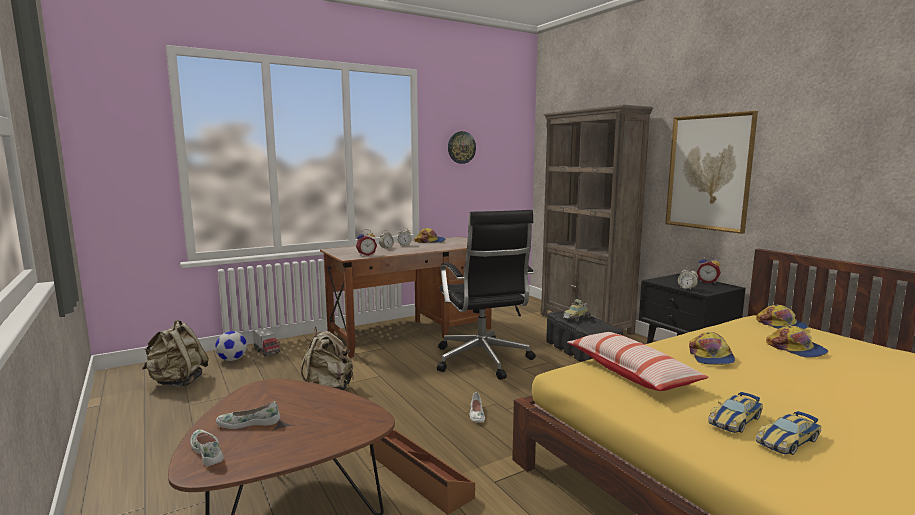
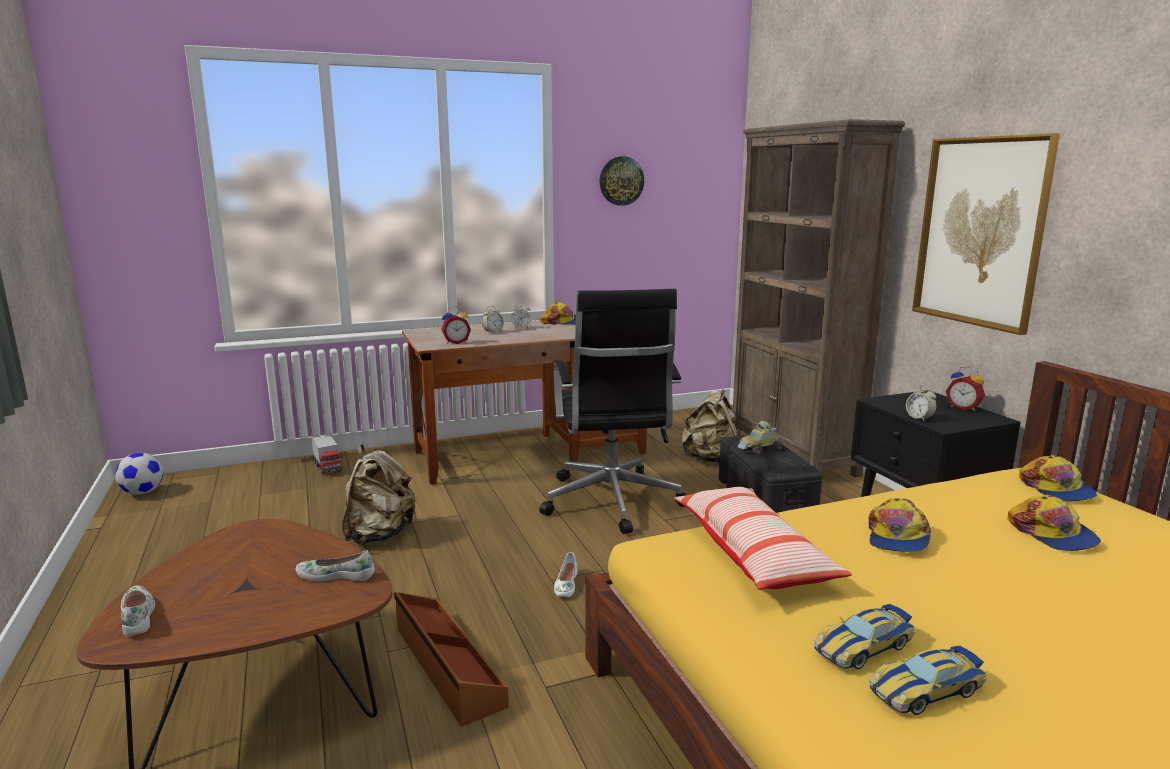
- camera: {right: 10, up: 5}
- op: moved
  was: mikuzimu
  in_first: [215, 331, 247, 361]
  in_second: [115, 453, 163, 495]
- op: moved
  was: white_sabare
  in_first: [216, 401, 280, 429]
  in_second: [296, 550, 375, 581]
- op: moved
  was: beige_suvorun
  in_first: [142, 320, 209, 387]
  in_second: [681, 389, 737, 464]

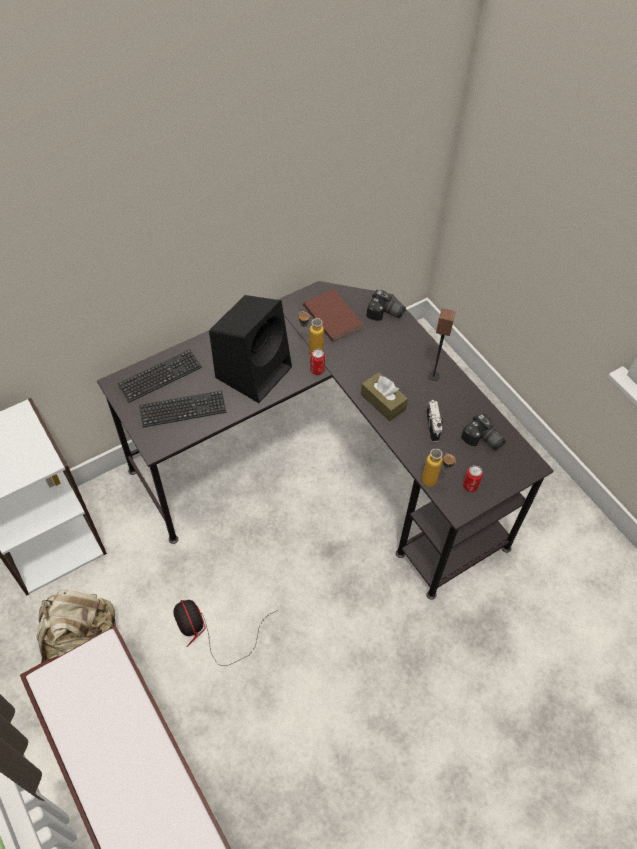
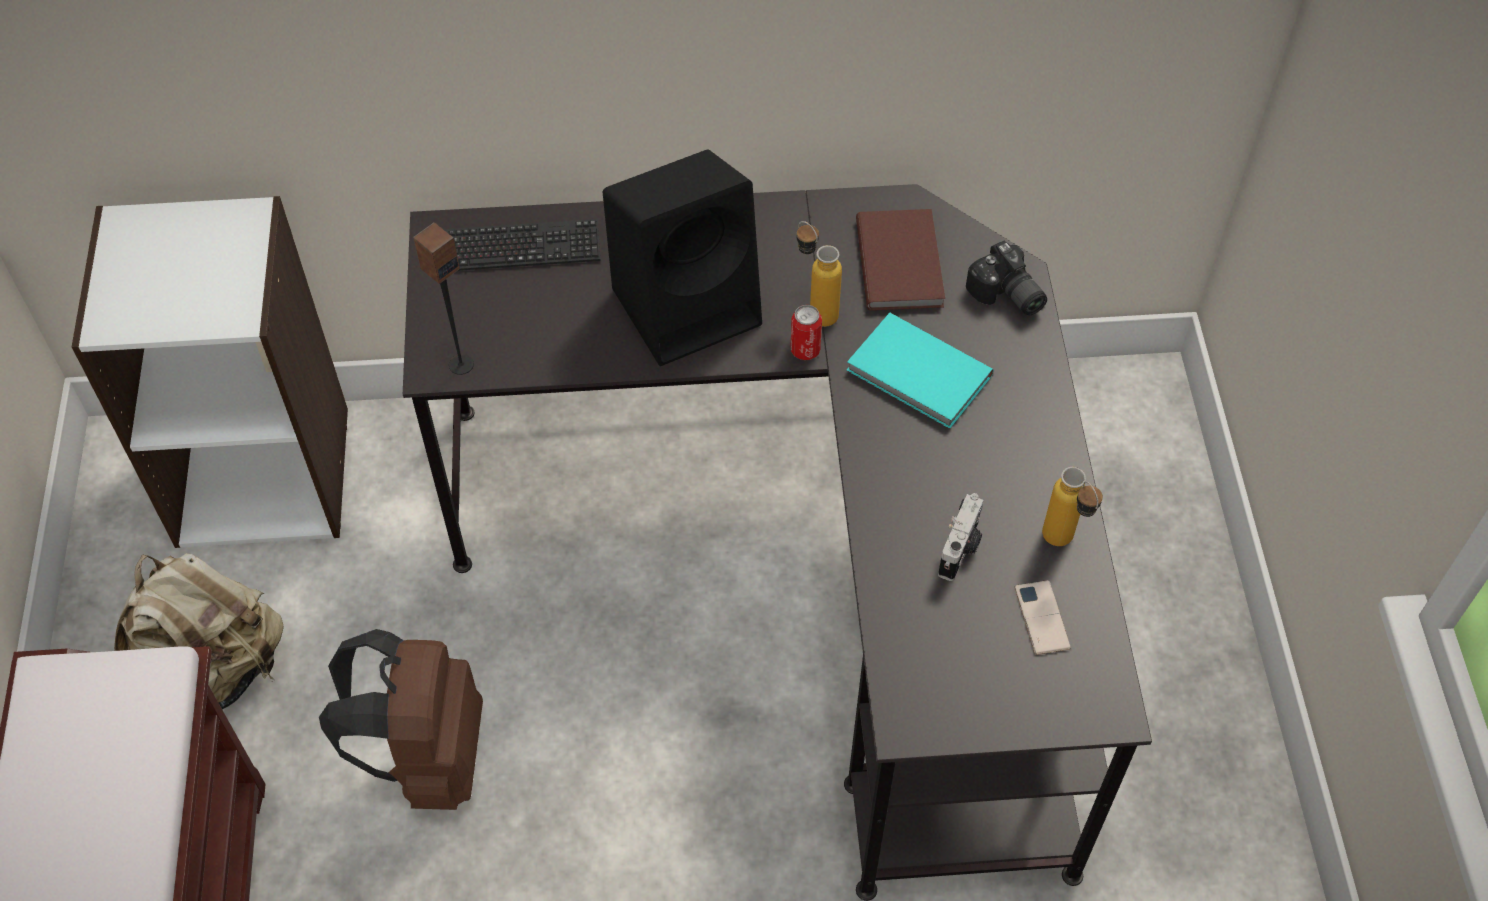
- camera: {right: 30, up: 0}
- op: replaced
  was: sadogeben
  now: brown_suvorun
  in_first: [173, 600, 278, 666]
  in_second: [319, 629, 483, 810]
- op: moved
  was: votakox
  in_first: [428, 308, 455, 381]
  in_second: [413, 223, 474, 375]
- op: added
  now: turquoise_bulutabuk
  in_second: [847, 313, 993, 429]
- op: replaced
  was: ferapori
  now: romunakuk
  in_first: [461, 413, 506, 451]
  in_second: [1015, 580, 1071, 655]
- op: moved
  was: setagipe
  in_first: [422, 448, 456, 487]
  in_second: [1042, 467, 1103, 546]
- op: removed
  was: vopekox
  in_first: [139, 390, 227, 428]
- op: removed
  was: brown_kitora
  in_first: [361, 372, 408, 421]
- op: removed
  was: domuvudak
  in_first: [463, 465, 483, 492]

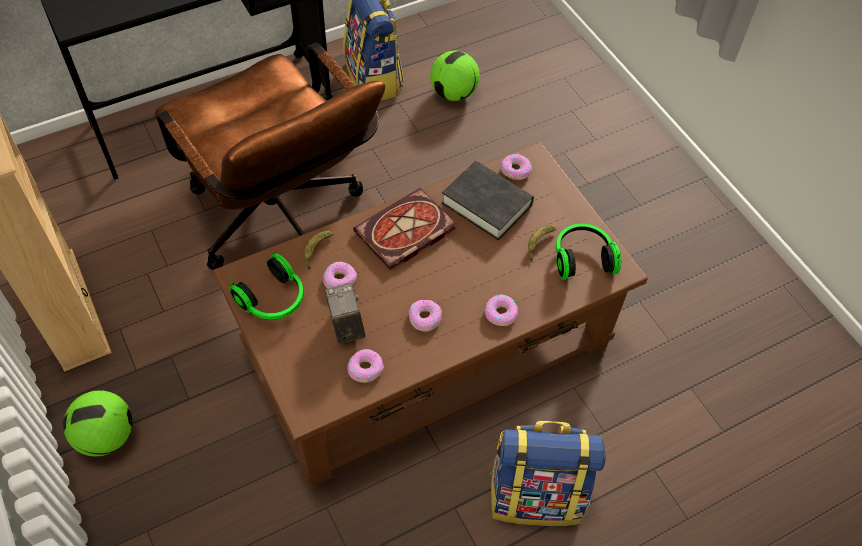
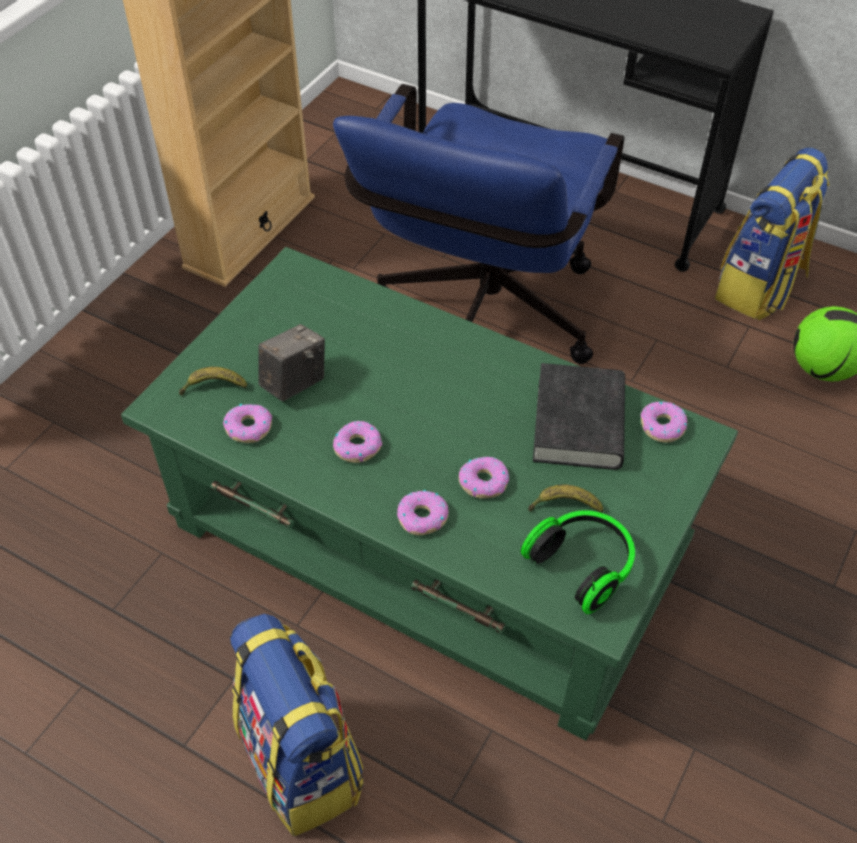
- camera: {right: 60, up: -5}
- op: recoloured
  was: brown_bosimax
  now: green_bosimax
  in_first: [213, 142, 648, 487]
  in_second: [121, 247, 738, 741]
- op: moved
  was: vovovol
  in_first: [304, 231, 333, 270]
  in_second: [179, 367, 247, 395]
- op: recoloured
  was: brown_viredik
  now: blue_viredik
  in_first: [155, 43, 385, 270]
  in_second: [333, 84, 624, 364]
- op: moved
  was: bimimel
  in_first: [323, 262, 357, 289]
  in_second: [459, 457, 509, 498]
- op: removed
  was: mikuzimu
  in_first: [63, 390, 132, 456]
- op: removed
  was: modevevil
  in_first: [229, 253, 303, 320]
- op: removed
  was: bulutabuk
  in_first: [353, 188, 456, 270]

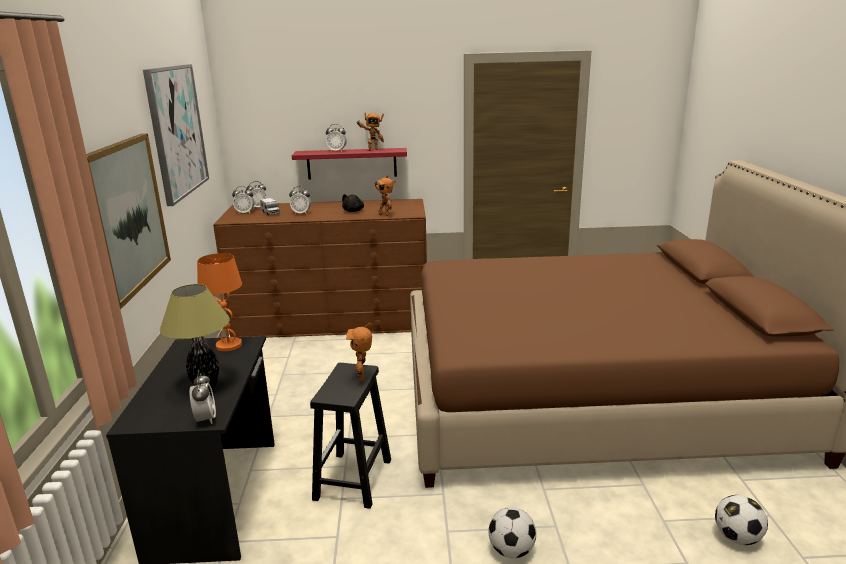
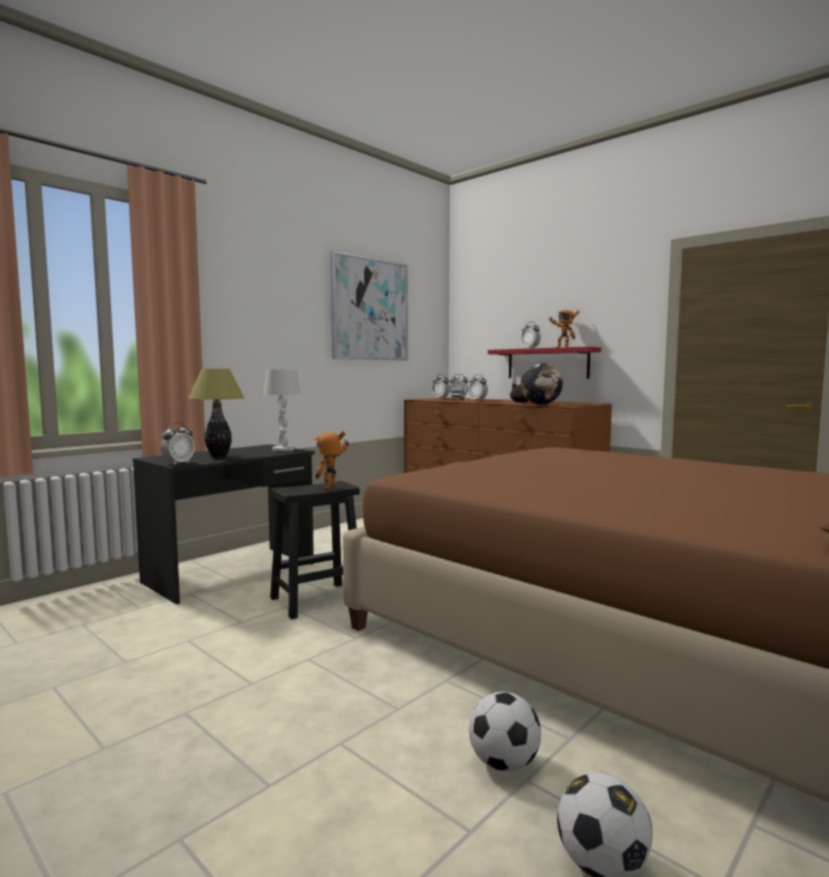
- camera: {right: 45, up: -15}
- op: recoloured
  was: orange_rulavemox
  now: white_rulavemox
  in_first: [197, 253, 242, 351]
  in_second: [264, 369, 301, 451]
- op: moved
  was: mikuzimu
  in_first: [488, 507, 536, 558]
  in_second: [469, 692, 541, 772]
- op: replaced
  was: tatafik
  now: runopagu
  in_first: [374, 175, 396, 216]
  in_second: [520, 363, 563, 405]
- op: removed
  was: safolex
  in_first: [86, 133, 171, 310]

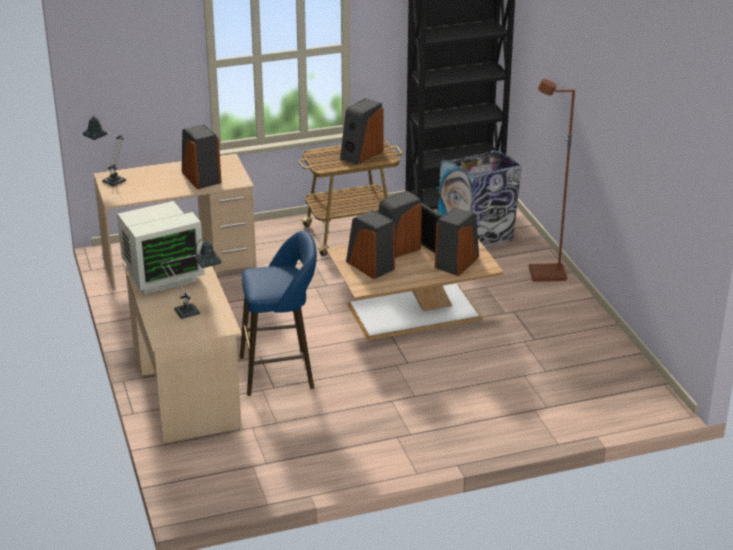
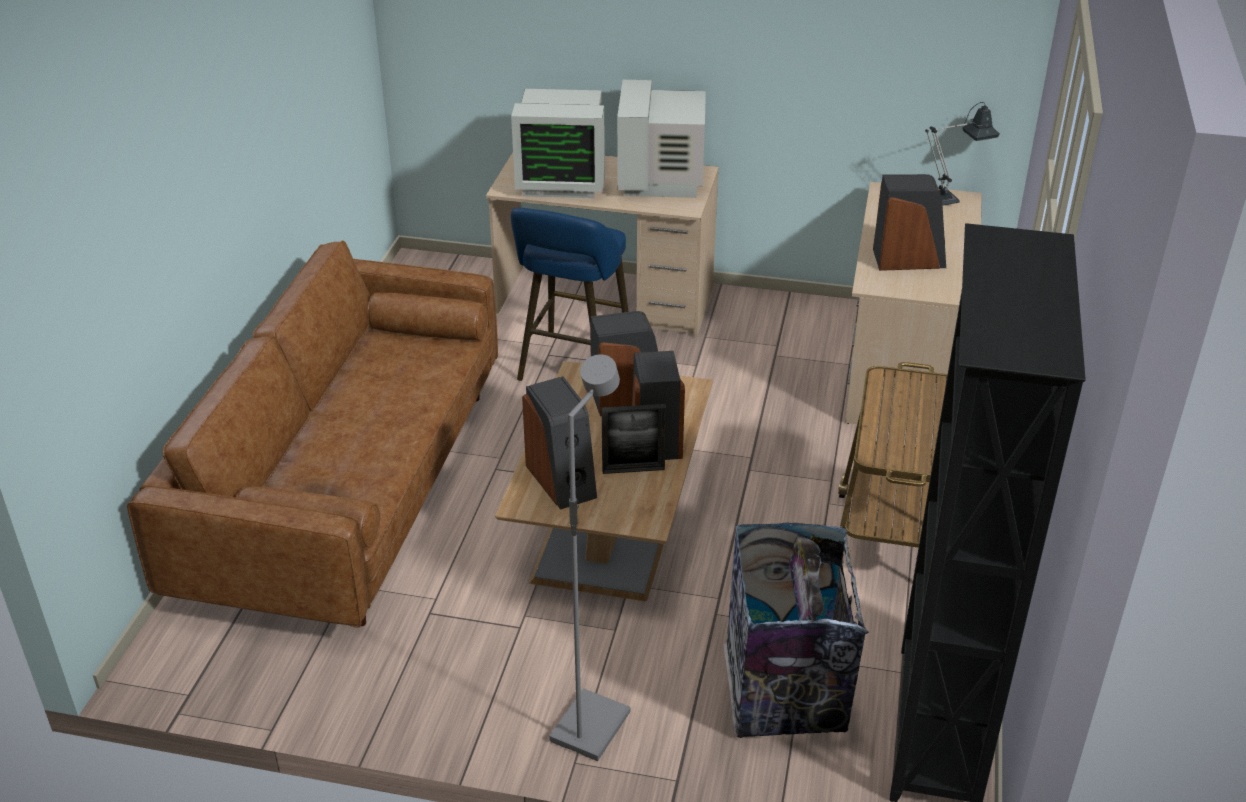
- camera: {right: 120, up: 5}
- op: added
  now: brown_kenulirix
  in_second: [127, 240, 498, 628]
- op: replaced
  was: rulavemox
  now: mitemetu
  in_first: [160, 238, 222, 319]
  in_second: [511, 89, 605, 198]
- op: recoloured
  was: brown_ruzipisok
  now: grey_ruzipisok
  in_first: [529, 79, 575, 282]
  in_second: [549, 354, 630, 761]
- op: removed
  was: votakox
  in_first: [340, 98, 384, 165]

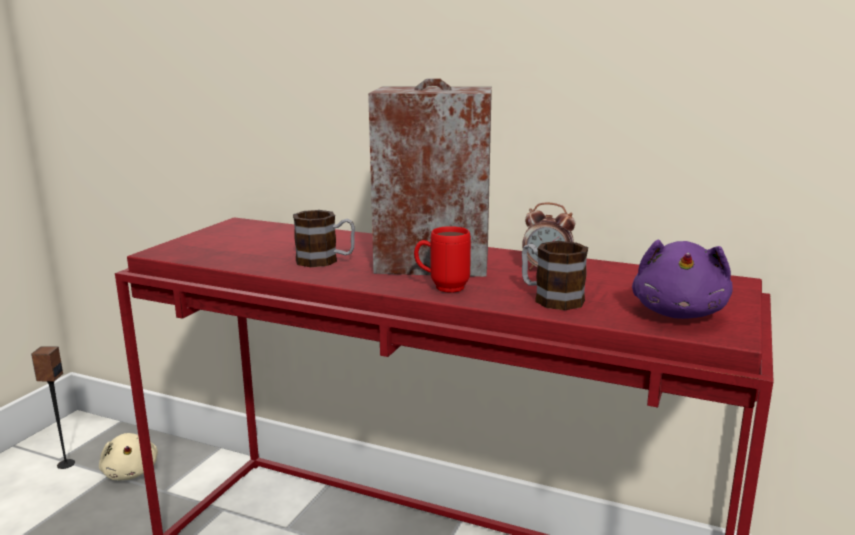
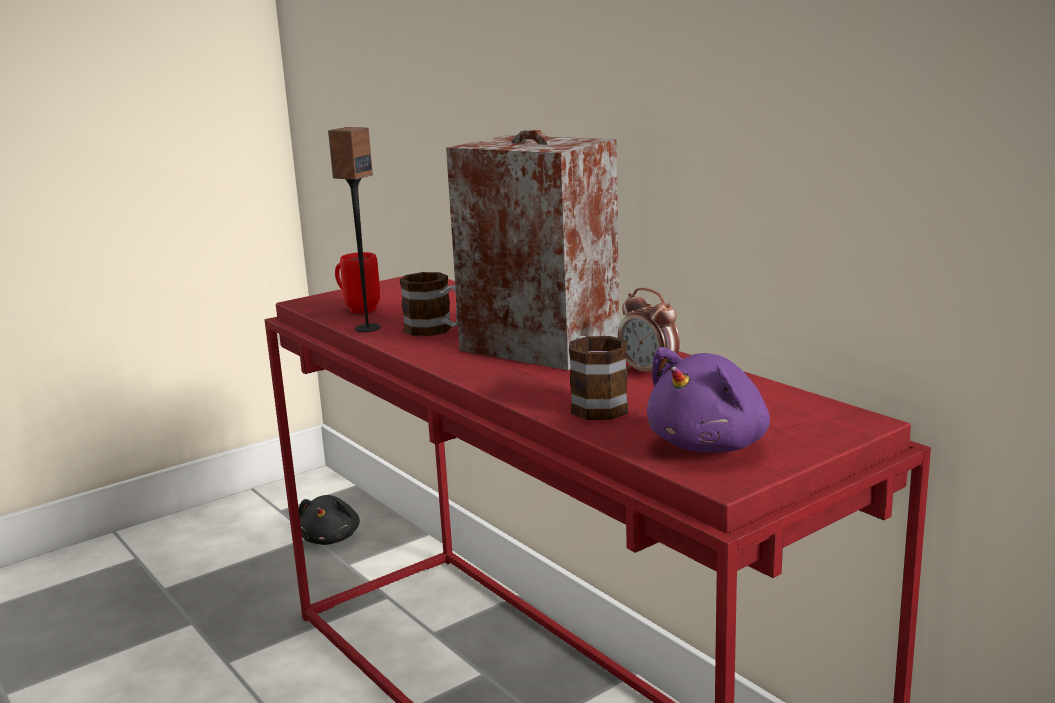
- camera: {right: 30, up: 0}
- op: recoloured
  was: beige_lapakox
  now: black_lapakox
  in_first: [99, 433, 158, 480]
  in_second: [299, 495, 360, 545]
- op: moved
  was: votakox
  in_first: [31, 346, 75, 469]
  in_second: [328, 127, 380, 332]
- op: moved
  was: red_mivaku
  in_first: [414, 226, 471, 293]
  in_second: [335, 252, 381, 313]

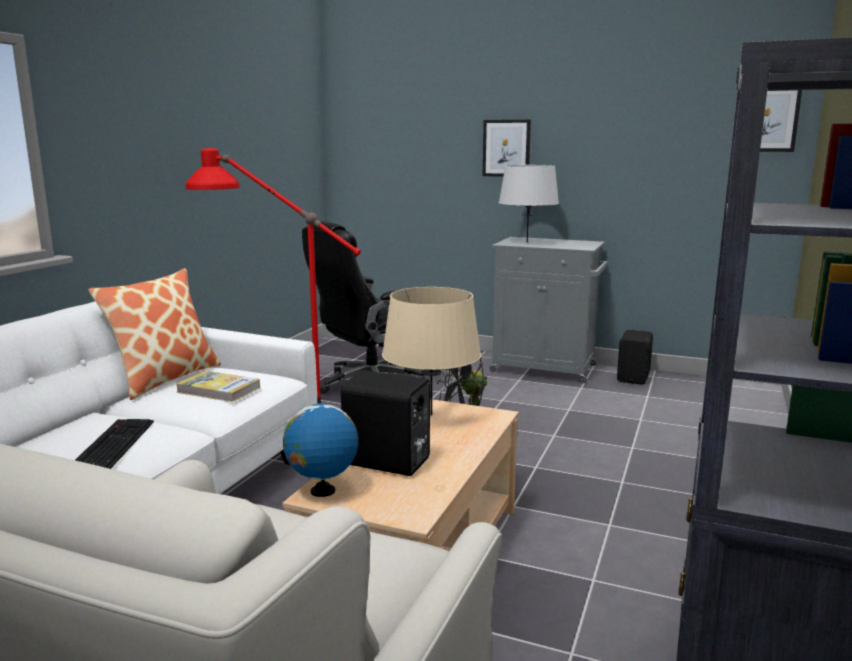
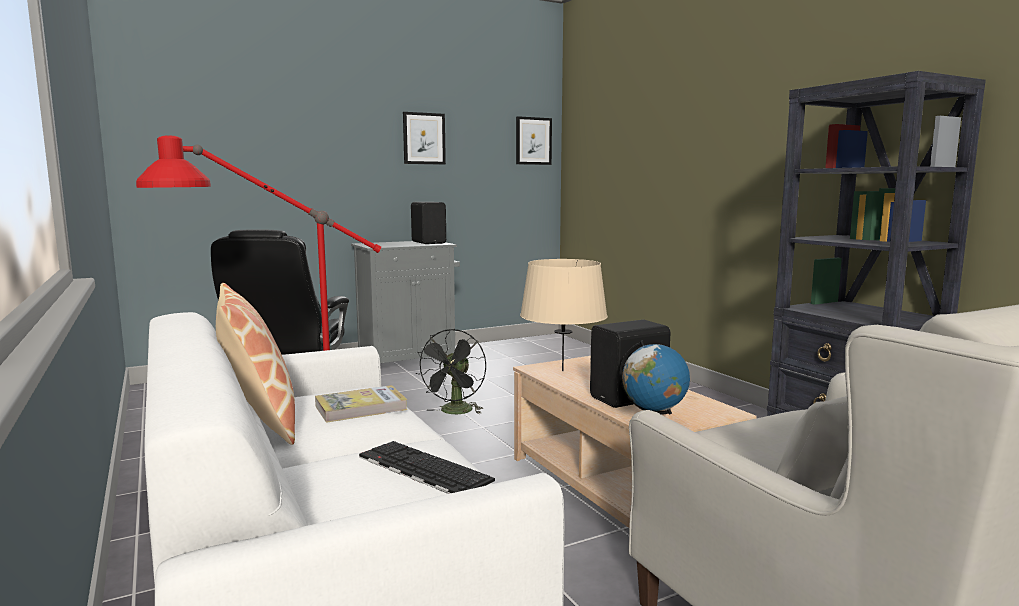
- camera: {right: -50, up: -5}
- op: moved
  was: safolex
  in_first: [483, 120, 531, 177]
  in_second: [403, 112, 446, 165]
- op: moved
  was: black_votakox
  in_first: [617, 330, 653, 384]
  in_second: [411, 202, 446, 244]
- op: removed
  was: grey_rulavemox
  in_first: [499, 165, 559, 243]

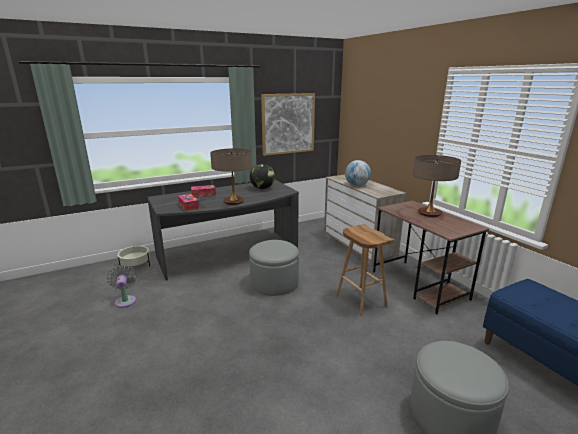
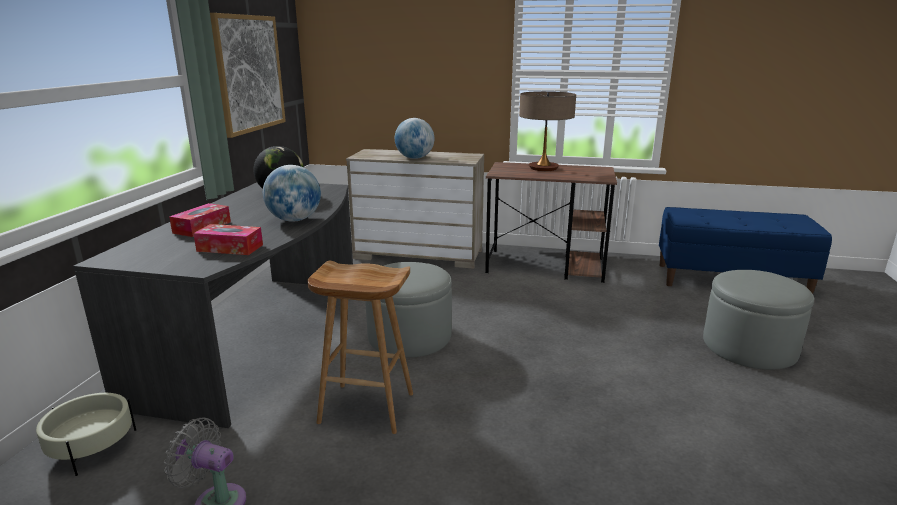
- camera: {right: -50, up: 0}
- op: replaced
  was: rulavemox
  now: runopagu
  in_first: [210, 148, 252, 205]
  in_second: [263, 165, 321, 222]
- op: moved
  was: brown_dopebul
  in_first: [336, 224, 394, 316]
  in_second: [307, 260, 413, 434]

